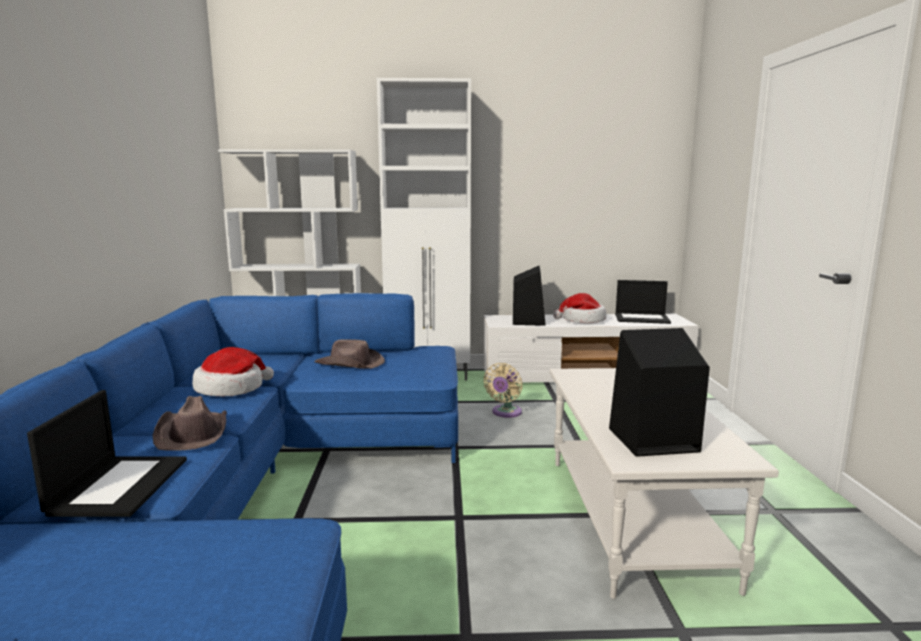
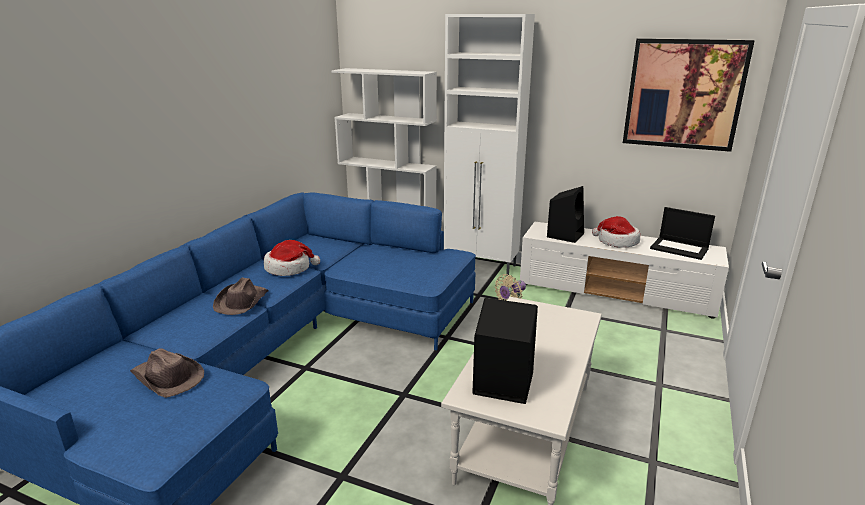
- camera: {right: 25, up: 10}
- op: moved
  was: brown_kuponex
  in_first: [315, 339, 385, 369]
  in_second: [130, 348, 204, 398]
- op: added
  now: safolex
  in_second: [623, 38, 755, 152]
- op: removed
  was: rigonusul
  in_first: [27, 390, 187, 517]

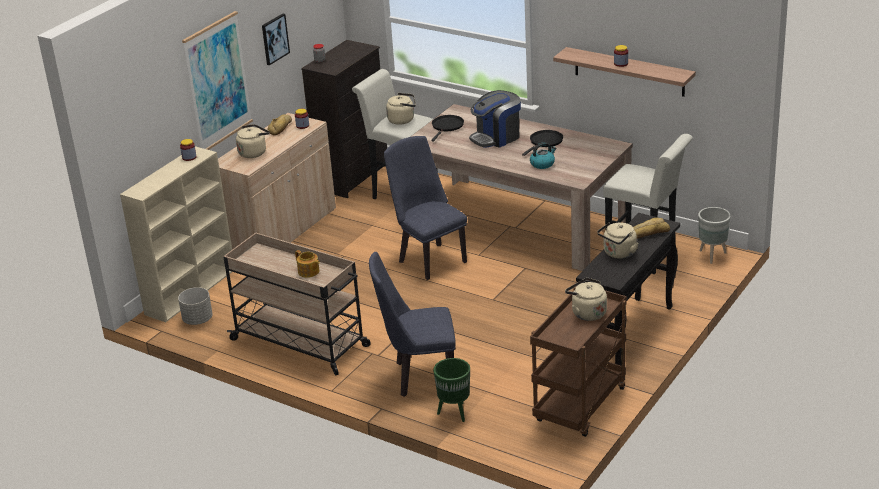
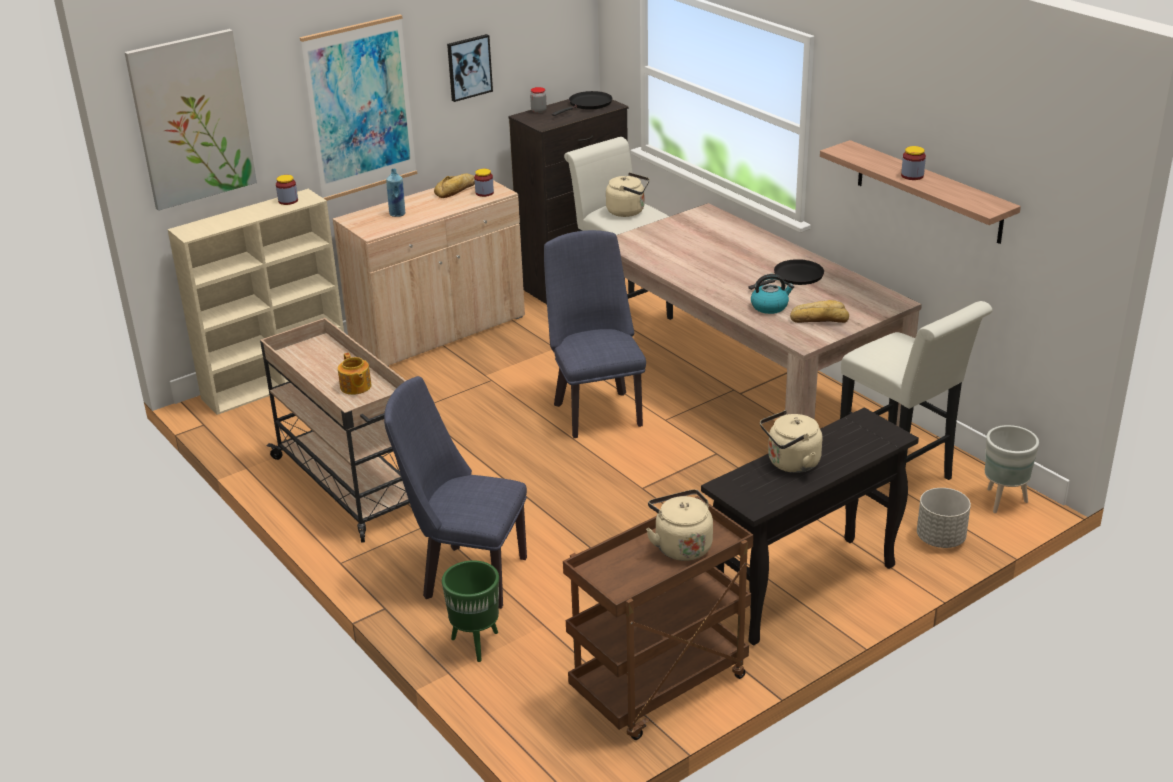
- camera: {right: 20, up: 0}
- op: added
  now: safolex
  in_second: [124, 29, 257, 211]
- op: replaced
  was: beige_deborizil
  now: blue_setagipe
  in_first: [236, 124, 270, 158]
  in_second: [386, 169, 405, 217]
- op: moved
  was: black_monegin
  in_first: [431, 115, 464, 142]
  in_second: [552, 91, 612, 116]
- op: moved
  was: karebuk
  in_first: [633, 218, 670, 239]
  in_second: [790, 300, 849, 323]
- op: moved
  was: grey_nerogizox
  in_first: [178, 287, 213, 325]
  in_second: [917, 488, 971, 548]
- op: removed
  was: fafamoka
  in_first: [469, 90, 521, 148]

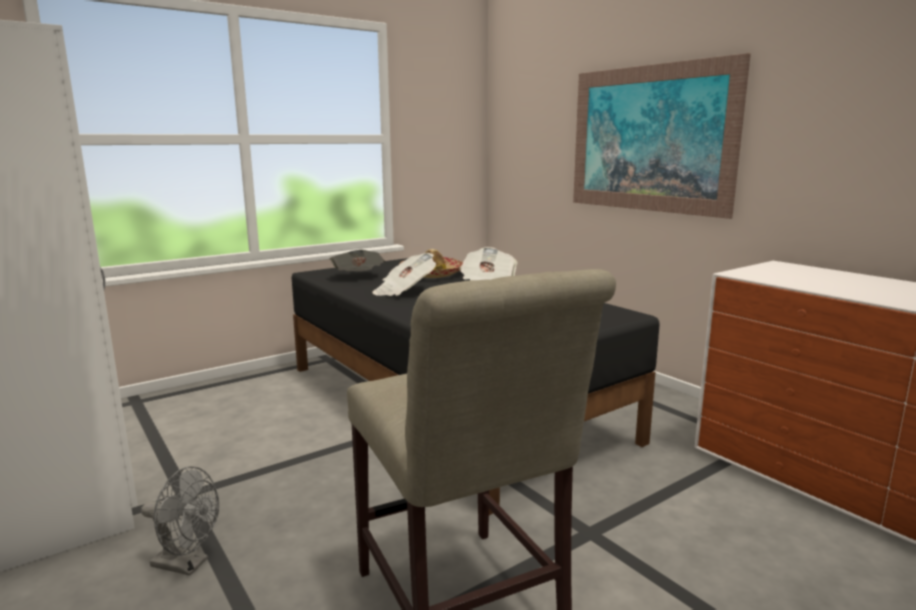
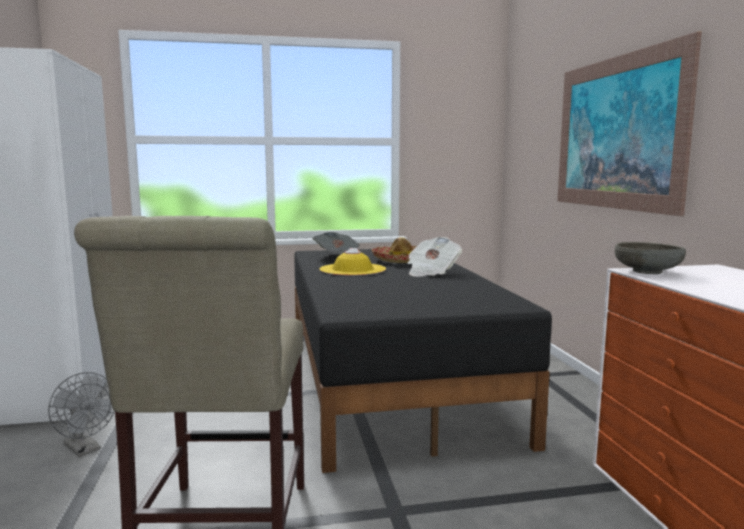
- camera: {right: 25, up: -5}
- op: replaced
  was: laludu
  now: yellow_kuponex
  in_first: [373, 253, 436, 296]
  in_second: [319, 248, 386, 276]
- op: added
  now: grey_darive
  in_second: [615, 242, 686, 274]

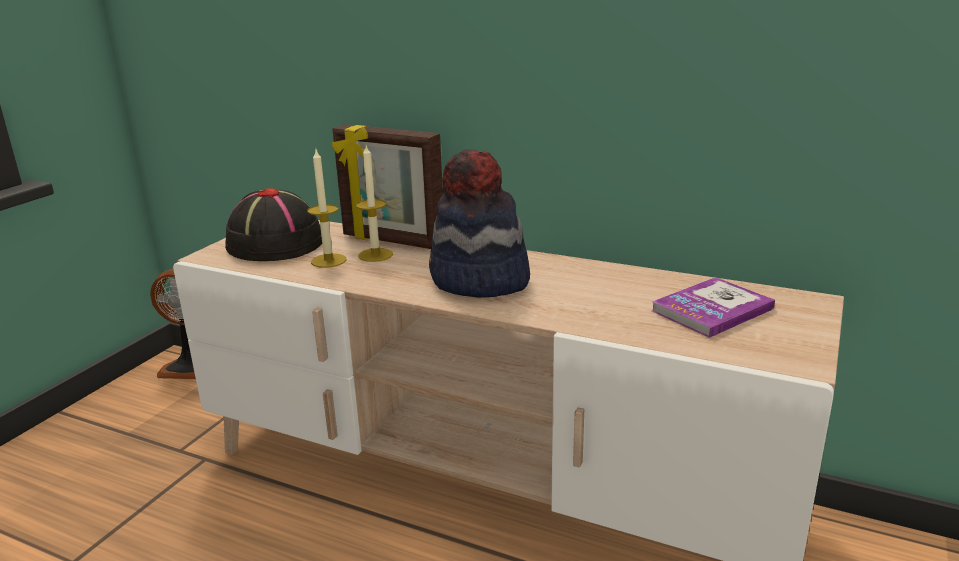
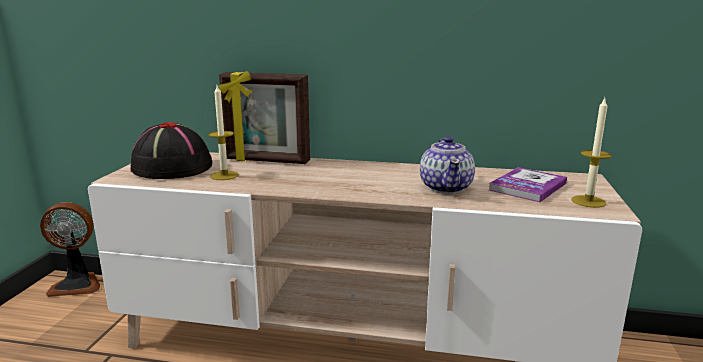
- camera: {right: -15, up: -5}
- op: added
  now: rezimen
  in_second: [420, 136, 475, 194]
- op: moved
  was: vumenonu
  in_first: [356, 145, 393, 262]
  in_second: [571, 98, 612, 208]
- op: removed
  was: kuponex
  in_first: [429, 149, 530, 298]

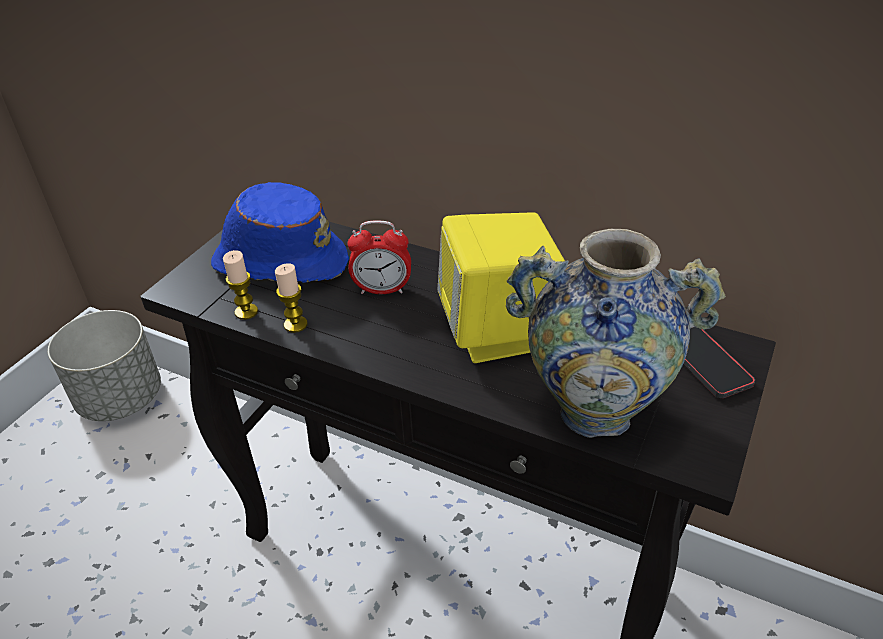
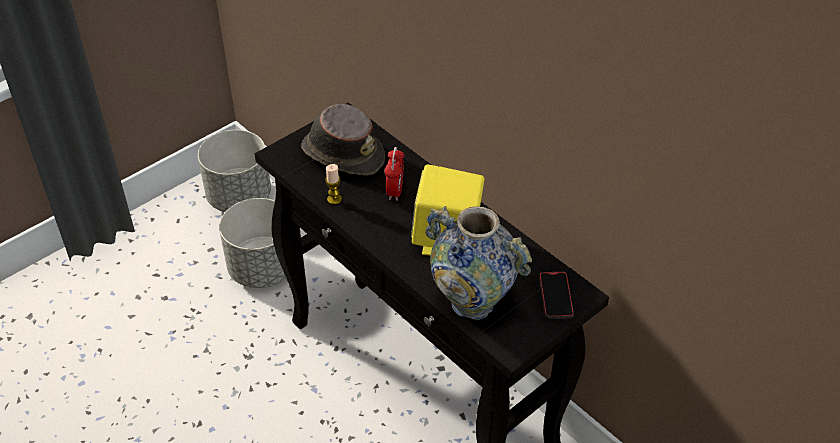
- camera: {right: 20, up: 5}
- op: added
  now: grey_nerogizox
  in_second: [219, 198, 286, 288]
- op: recoloured
  was: blue_kuponex
  now: brown_kuponex
  in_first: [211, 182, 349, 283]
  in_second: [301, 104, 385, 176]
- op: turned
  was: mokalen
  in_first: [347, 220, 411, 294]
  in_second: [384, 147, 404, 201]
  clockwise: -105
- op: removed
  was: vumenonu
  in_first: [223, 250, 258, 320]

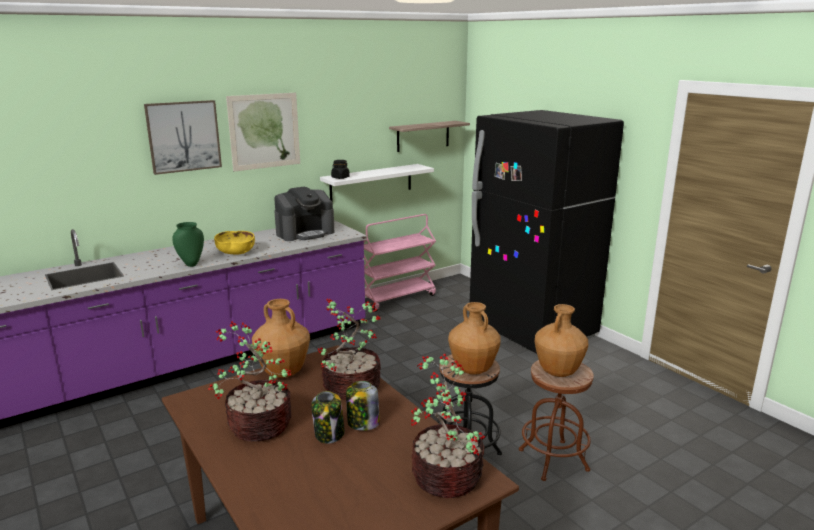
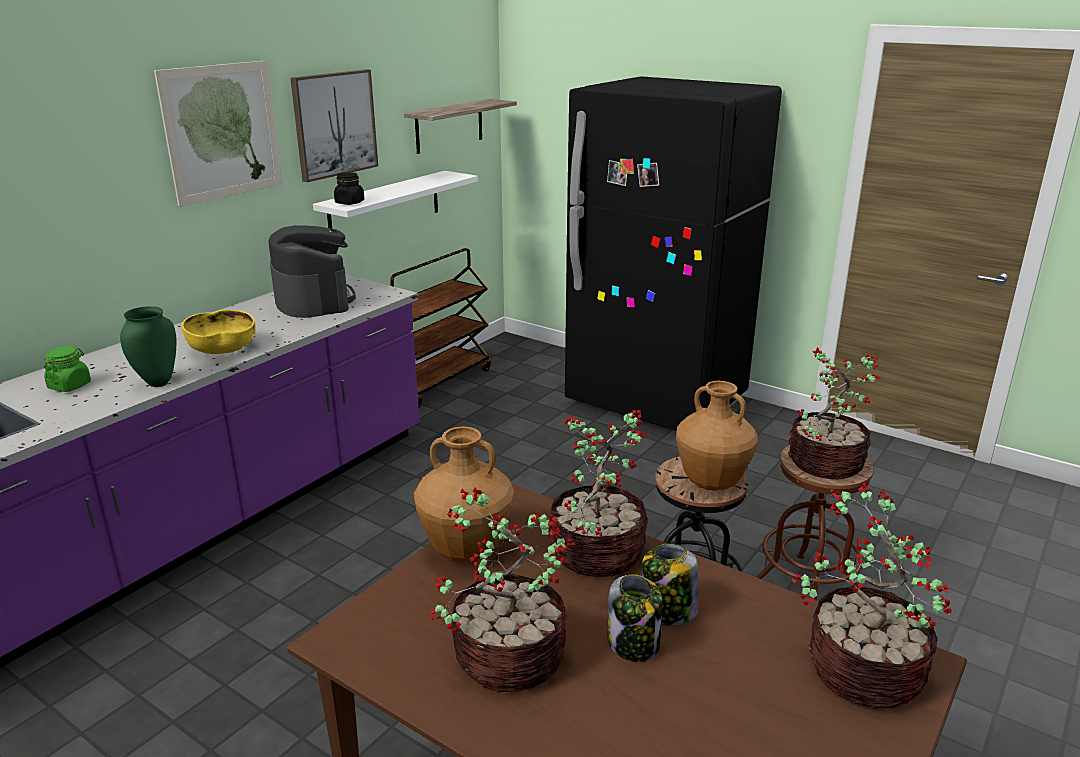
- camera: {right: -20, up: 5}
- op: added
  now: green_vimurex
  in_second: [44, 346, 91, 392]
- op: turned
  was: fafamoka
  in_first: [274, 187, 334, 241]
  in_second: [268, 225, 356, 318]
  clockwise: -60
- op: moved
  was: safolex
  in_first: [144, 100, 222, 175]
  in_second: [291, 69, 378, 182]
- op: recoloured
  was: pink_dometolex
  now: brown_dometolex
  in_first: [364, 214, 436, 312]
  in_second: [390, 248, 491, 408]
- op: replaced
  was: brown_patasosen
  now: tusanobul
  in_first: [534, 304, 588, 377]
  in_second: [788, 347, 881, 479]

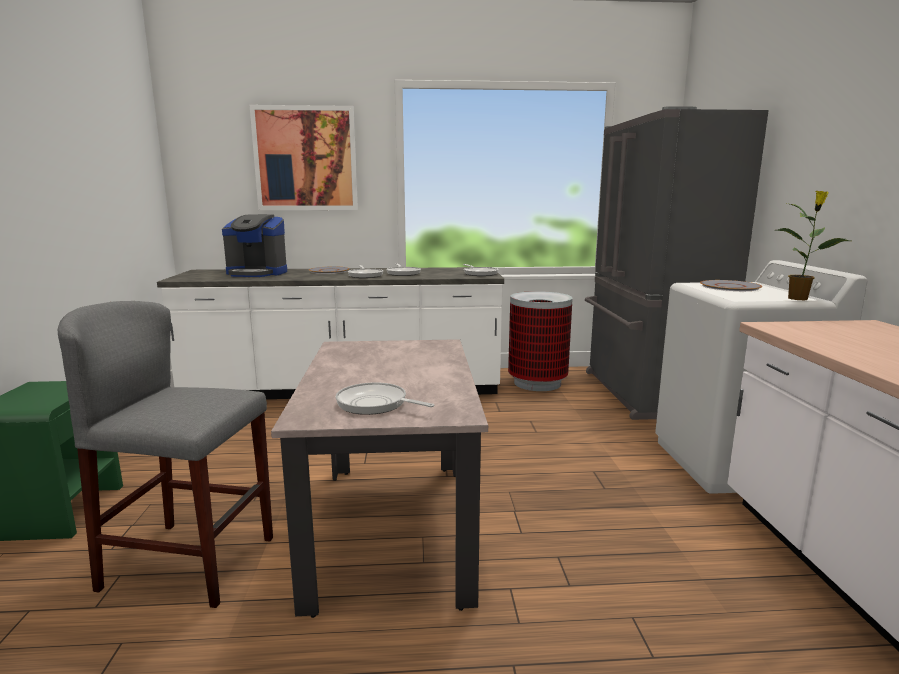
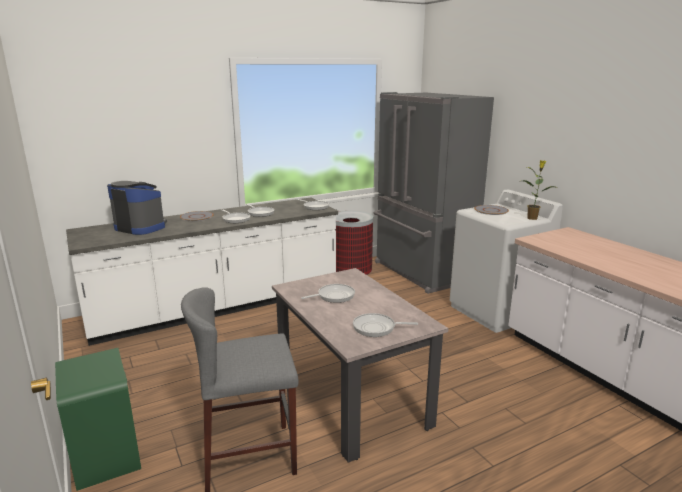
- camera: {right: -25, up: 5}
- op: turned
  was: fafamoka
  in_first: [222, 214, 287, 277]
  in_second: [107, 181, 167, 235]
  clockwise: -135
- op: added
  now: monegin
  in_second: [301, 284, 355, 303]
- op: removed
  was: safolex
  in_first: [250, 105, 358, 210]

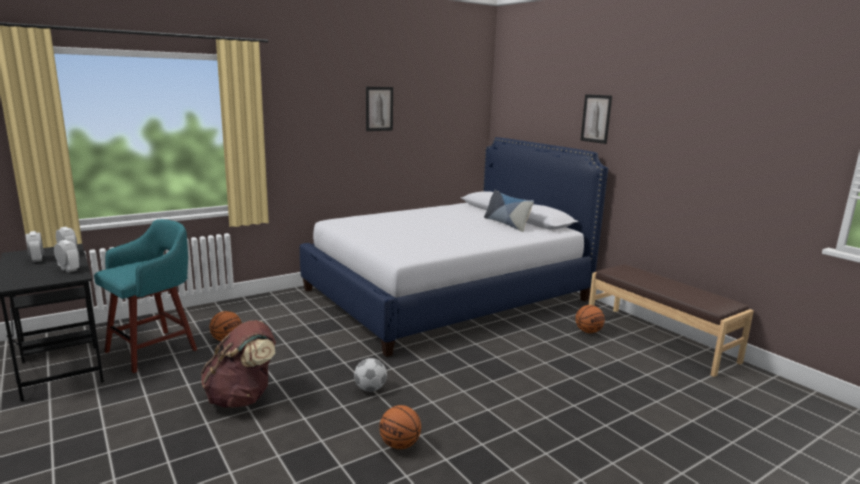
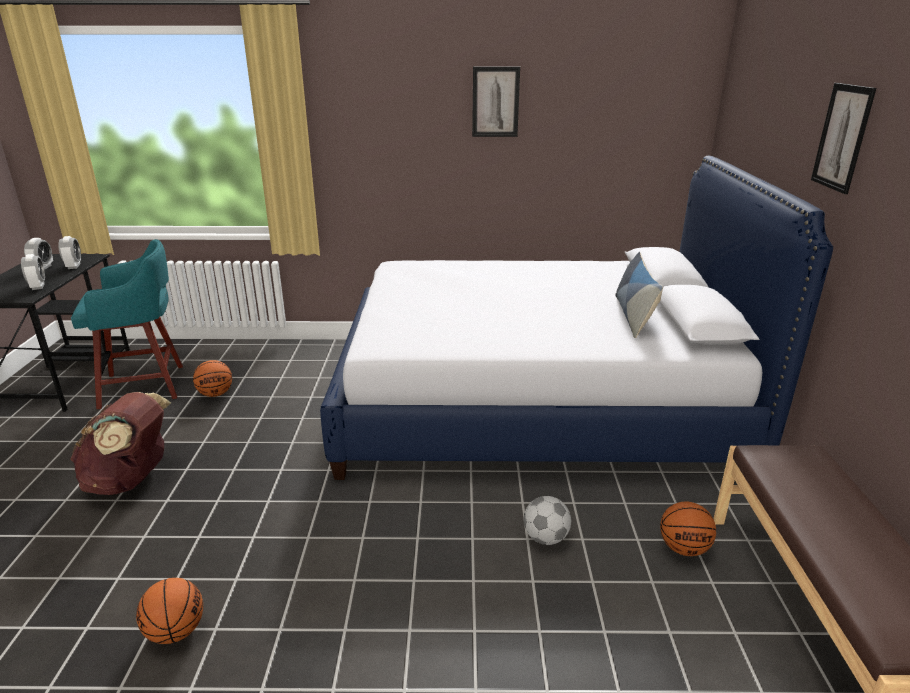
- camera: {right: 35, up: 10}
- op: moved
  was: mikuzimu
  in_first: [354, 358, 387, 392]
  in_second: [524, 496, 571, 545]

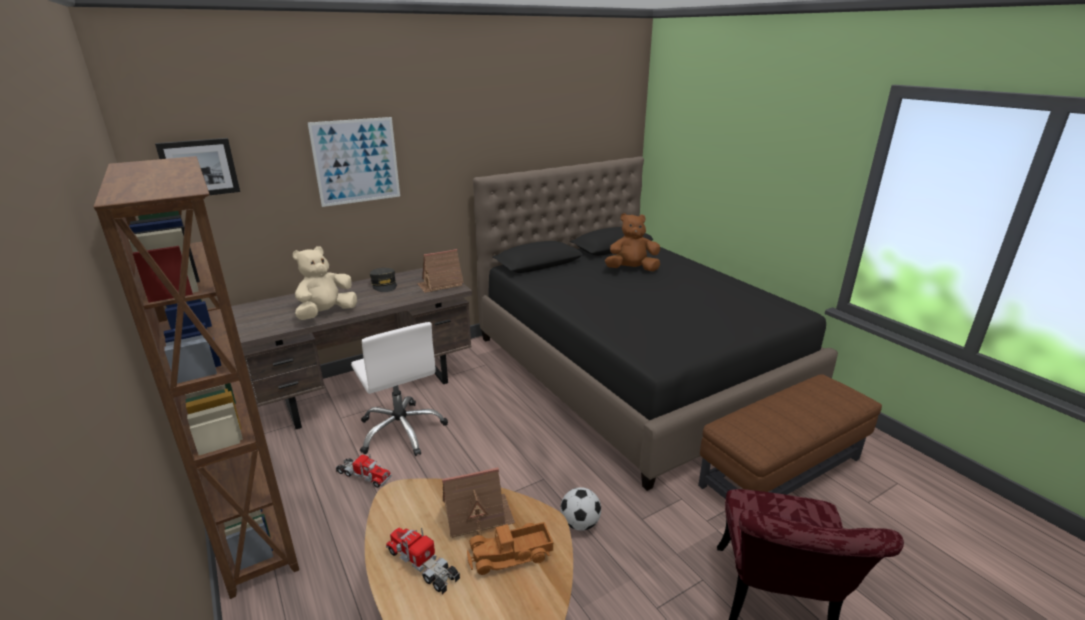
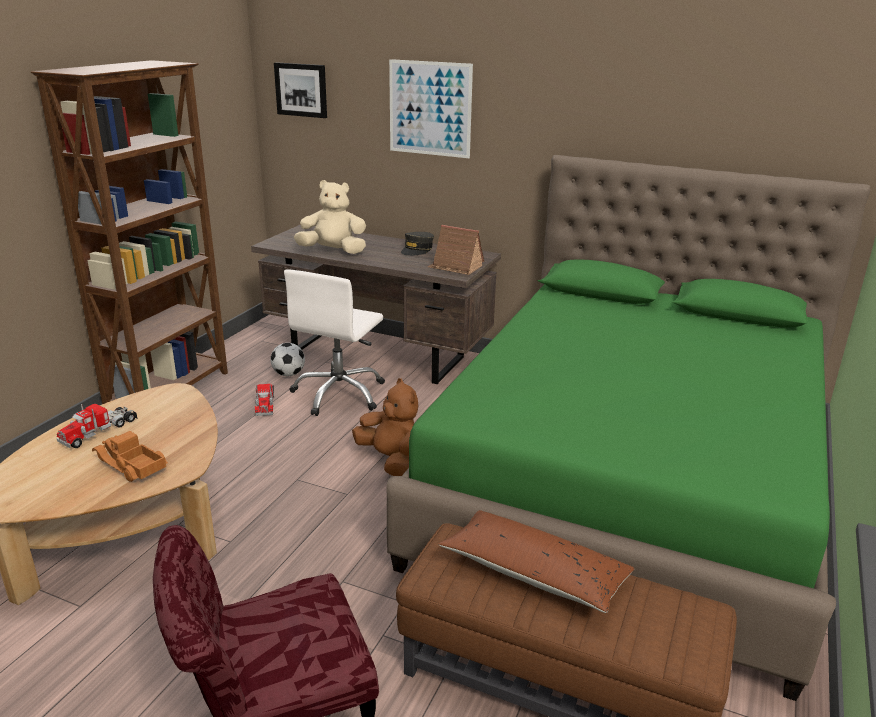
- camera: {right: 55, up: 0}
- op: turned
  was: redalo
  in_first: [386, 528, 460, 595]
  in_second: [56, 404, 137, 448]
  clockwise: -150
- op: moved
  was: mikuzimu
  in_first: [560, 487, 601, 531]
  in_second: [271, 343, 305, 376]
- op: moved
  was: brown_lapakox
  in_first: [605, 213, 660, 271]
  in_second: [352, 378, 419, 476]
- op: recoloured
  was: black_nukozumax
  now: green_nukozumax
  in_first: [473, 156, 838, 491]
  in_second: [386, 155, 871, 701]
- op: added
  now: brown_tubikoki
  in_second: [438, 510, 635, 613]
- op: removed
  was: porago
  in_first: [442, 467, 515, 538]

